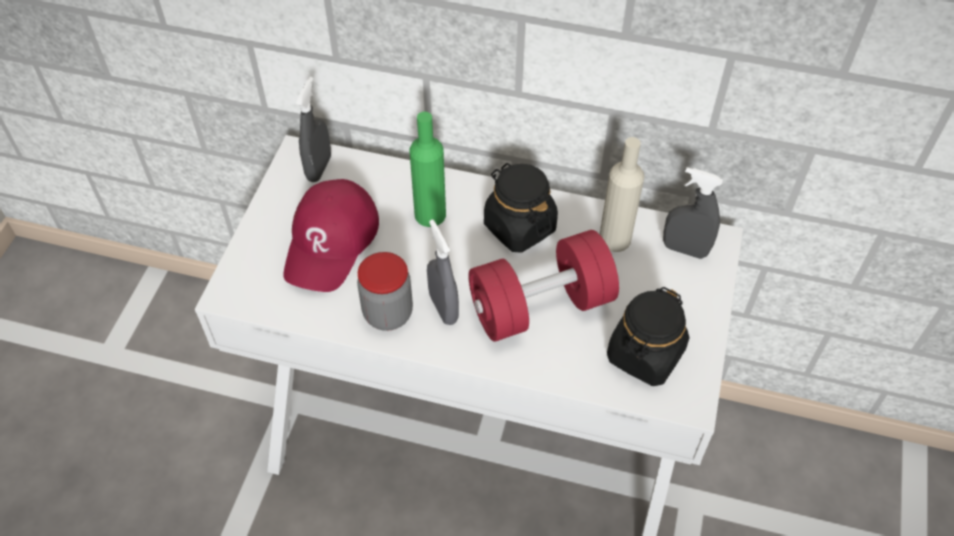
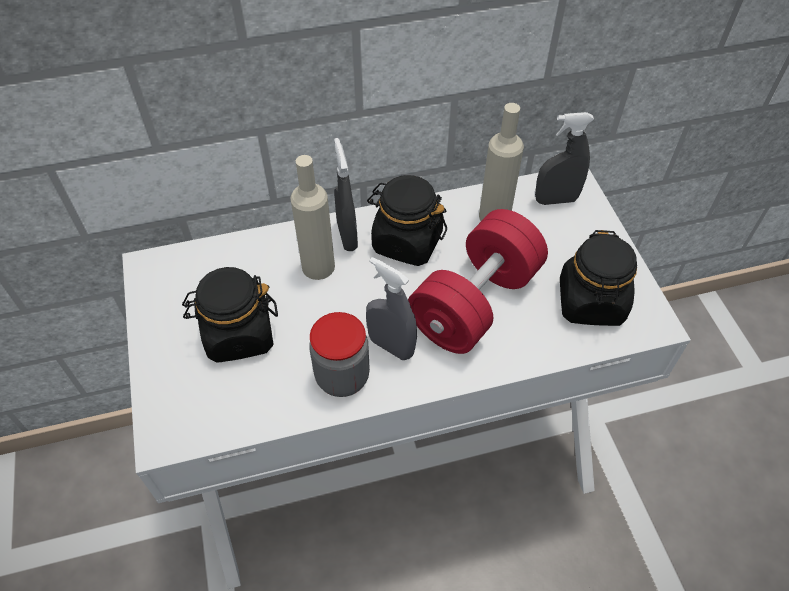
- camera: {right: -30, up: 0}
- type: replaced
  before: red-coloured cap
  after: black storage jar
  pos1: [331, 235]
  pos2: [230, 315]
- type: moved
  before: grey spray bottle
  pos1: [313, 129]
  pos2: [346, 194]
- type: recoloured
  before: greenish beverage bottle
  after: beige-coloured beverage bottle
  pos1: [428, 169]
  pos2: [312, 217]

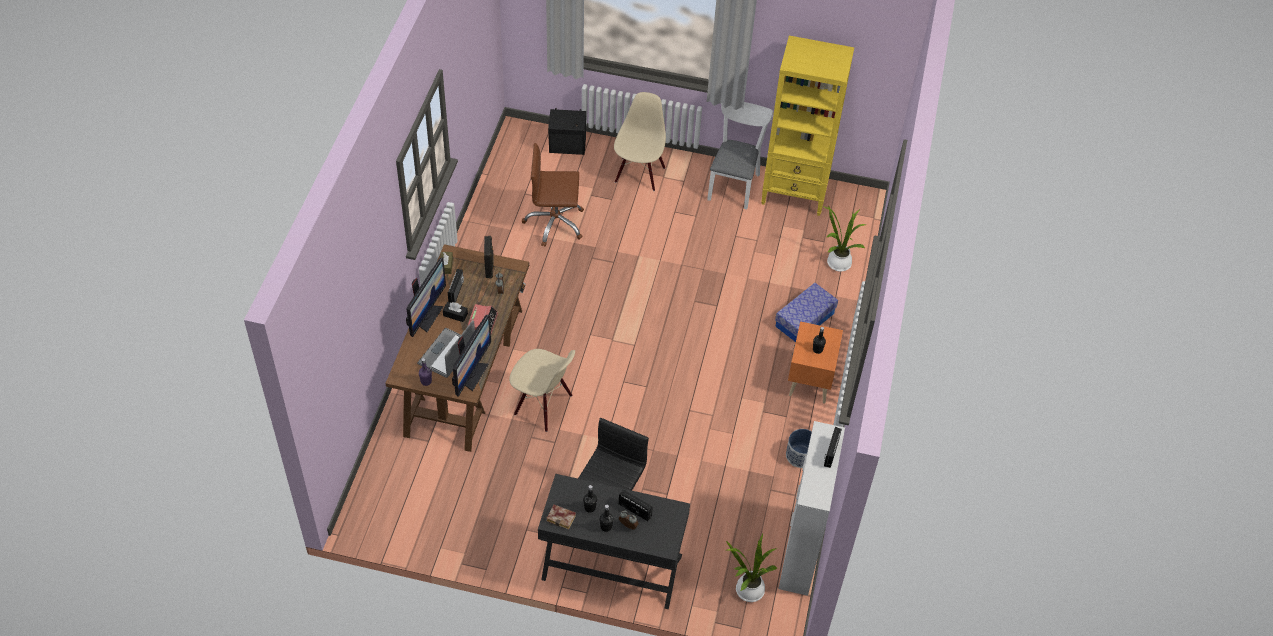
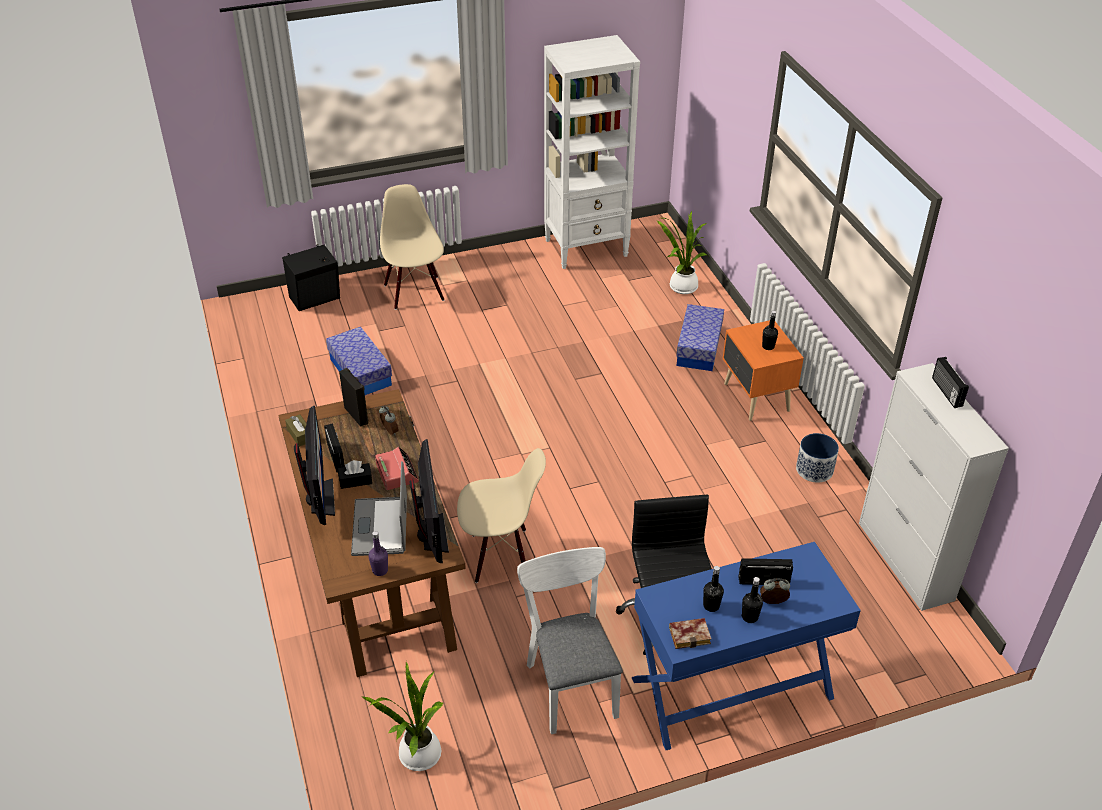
- camera: {right: -30, up: -10}
- type: replaced
  before: brownish office chair
  after: storage container
  pos1: [553, 194]
  pos2: [359, 361]
- type: recoloured
  before: black desk table
  after: bluish desk table
  pos1: [614, 541]
  pos2: [746, 646]
- type: moved
  before: whitish upright chair
  pos1: [740, 156]
  pos2: [570, 640]
- type: moved
  before: plant in a pot
  pos1: [751, 568]
  pos2: [403, 716]
- type: recoloured
  before: yellow bookshelf
  after: whitish bookshelf
  pos1: [807, 126]
  pos2: [592, 152]

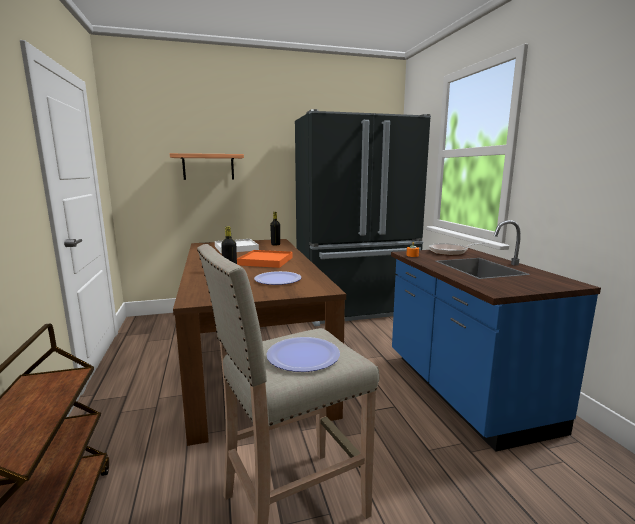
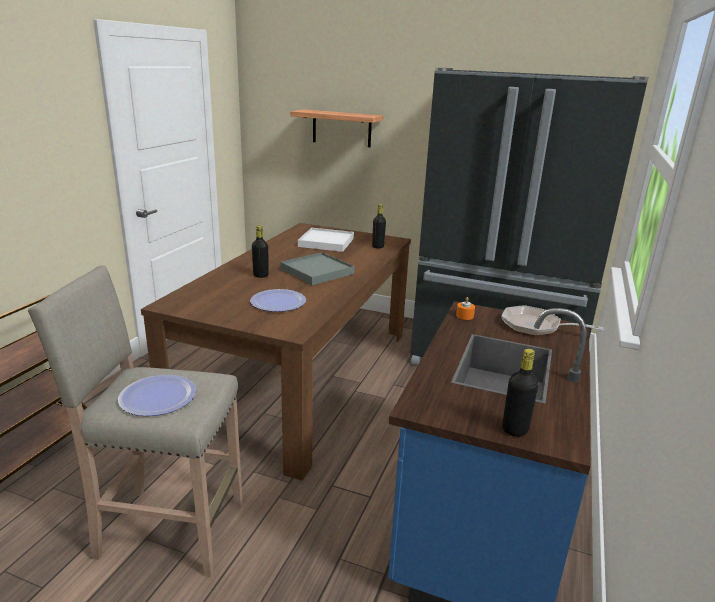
- camera: {right: 35, up: 10}
- type: recoloured
  before: orange-coloured tray
  after: grey tray
  pos1: [265, 259]
  pos2: [317, 268]
- type: added
  after: black beverage bottle
  pos2: [520, 393]

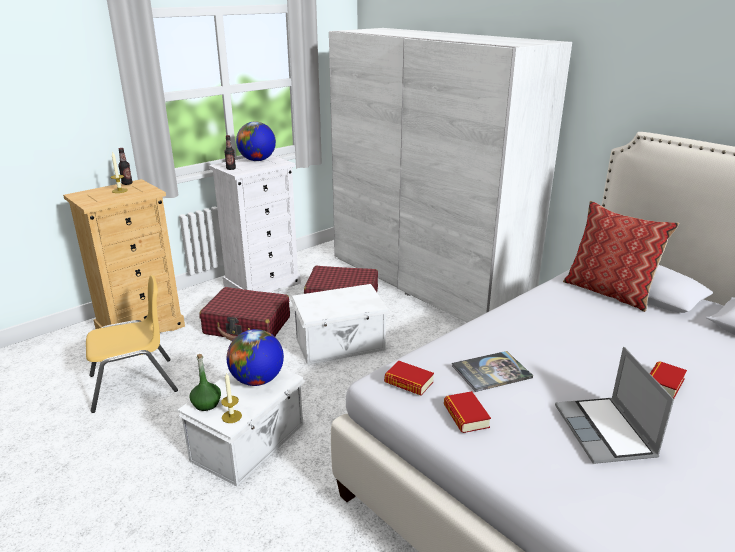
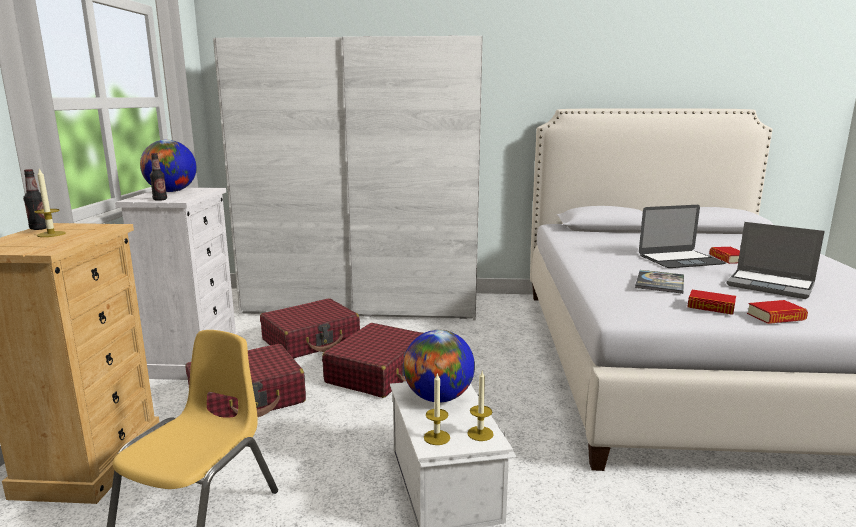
- camera: {right: -45, up: -10}
- type: replaced
  before: greenish beverage bottle
  after: wax candle
  pos1: [205, 382]
  pos2: [437, 409]
- type: replaced
  before: whitish storage container
  after: red-coloured travel case
  pos1: [340, 324]
  pos2: [372, 360]
- type: moved
  before: volume
  pos1: [409, 378]
  pos2: [777, 312]
- type: removed
  before: pillow
  pos1: [621, 256]
- type: added
  after: notebook computer
  pos2: [682, 236]

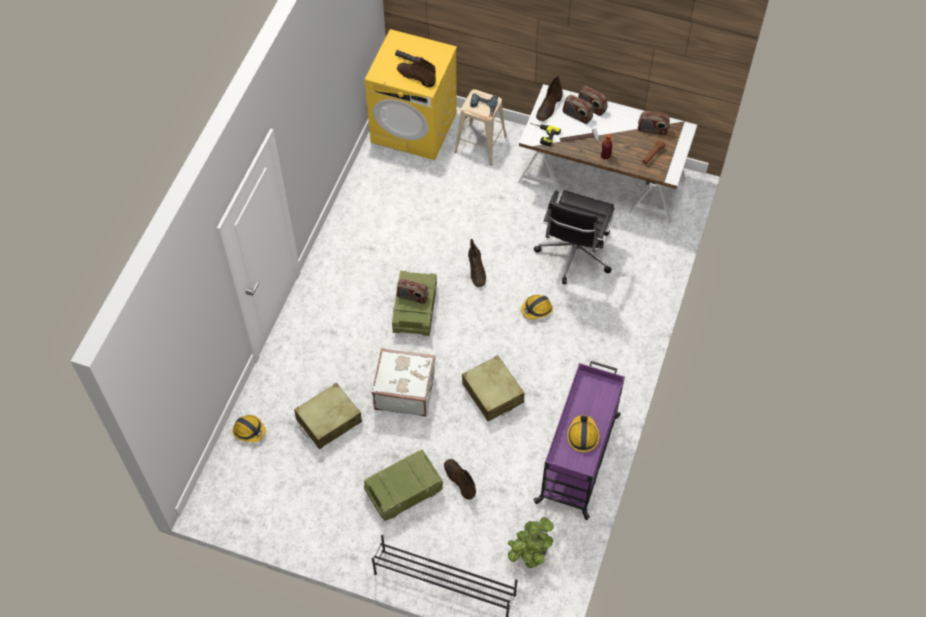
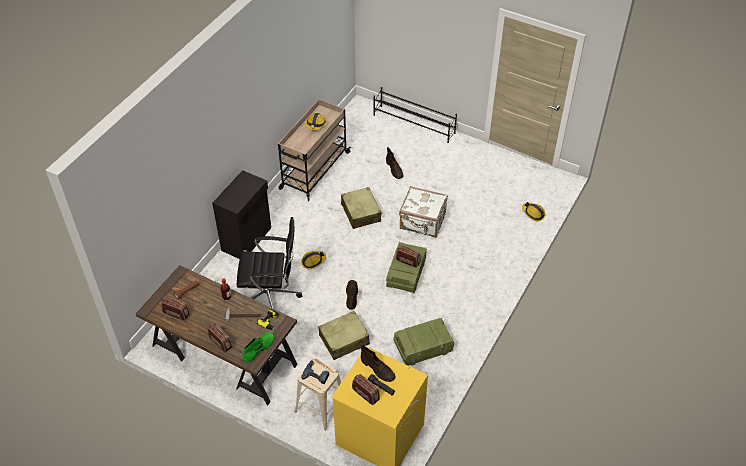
- camera: {right: -170, up: -10}
- type: moved
  before: beige-coloured travel case
  pos1: [328, 416]
  pos2: [344, 335]
- type: moved
  before: shipping crate
  pos1: [403, 485]
  pos2: [424, 342]
- type: removed
  before: plant in a pot
  pos1: [531, 542]
- type: recoloured
  before: whitish desk table
  after: brownish desk table
  pos1: [607, 154]
  pos2: [217, 335]
- type: recoloured
  before: purple cart
  after: beige-coloured cart
  pos1: [579, 440]
  pos2: [314, 150]
- type: turned
  before: black office chair
  pos1: [574, 237]
  pos2: [269, 263]
  turn: 60
- type: recoloured
  before: brownish tall boot
  after: greenish tall boot
  pos1: [549, 98]
  pos2: [258, 347]
- type: moved
  before: radio receiver
  pos1: [578, 109]
  pos2: [366, 389]
- type: added
  after: black cabinet
  pos2: [241, 214]

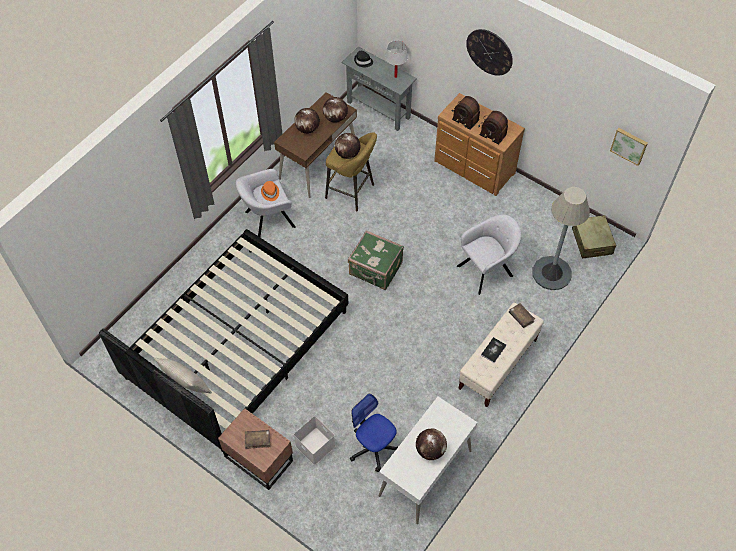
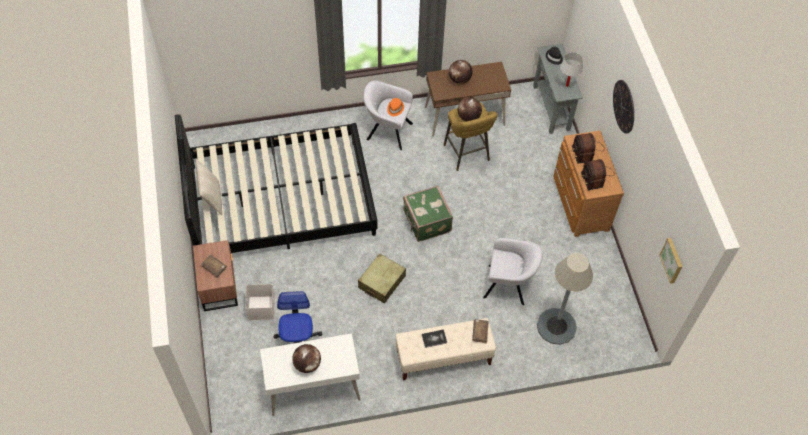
- camera: {right: 40, up: 0}
- type: removed
  before: globe
  pos1: [335, 110]
- type: moved
  before: beige-coloured travel case
  pos1: [594, 236]
  pos2: [382, 278]

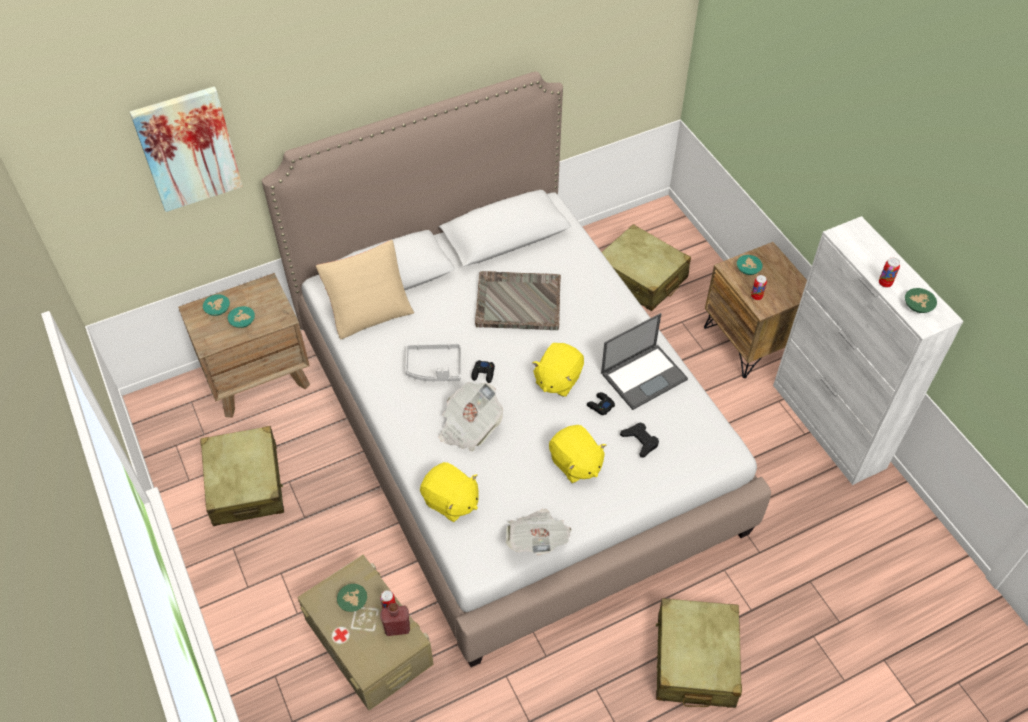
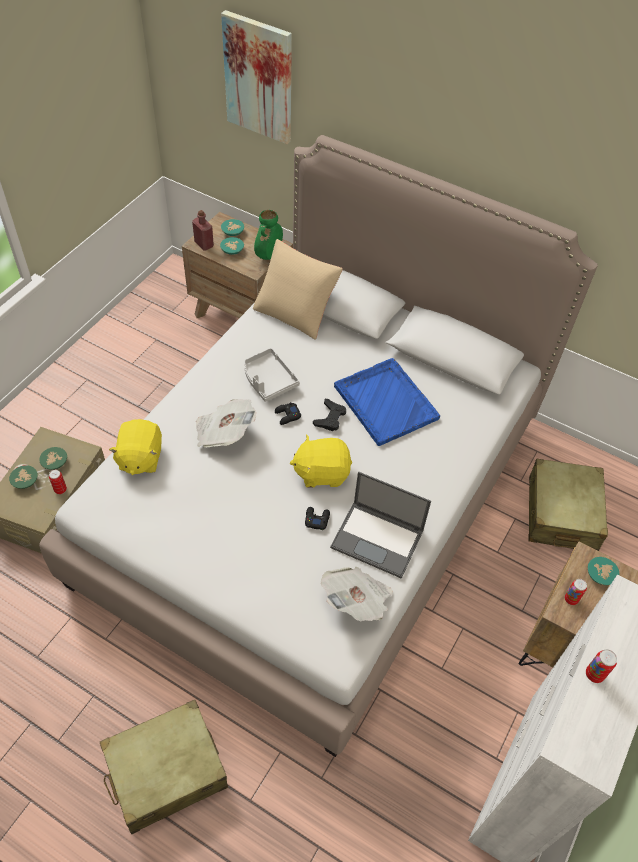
- camera: {right: 55, up: 0}
- type: removed
  before: beige-coloured travel case
  pos1: [242, 476]
- type: moved
  before: red-coloured beverage bottle
  pos1: [395, 619]
  pos2: [203, 230]
- type: recoloured
  before: grey tray
  after: bluish tray
  pos1: [518, 300]
  pos2: [387, 402]
- type: moved
  before: newspaper
  pos1: [539, 532]
  pos2: [357, 594]
- type: removed
  before: yellow plush toy
  pos1: [577, 454]
- type: moved
  before: black joypad
  pos1: [639, 440]
  pos2: [329, 415]
- type: moved
  before: greenish deep dish
  pos1: [921, 300]
  pos2: [23, 477]
- type: added
  after: greenish decorative vase
  pos2: [268, 235]

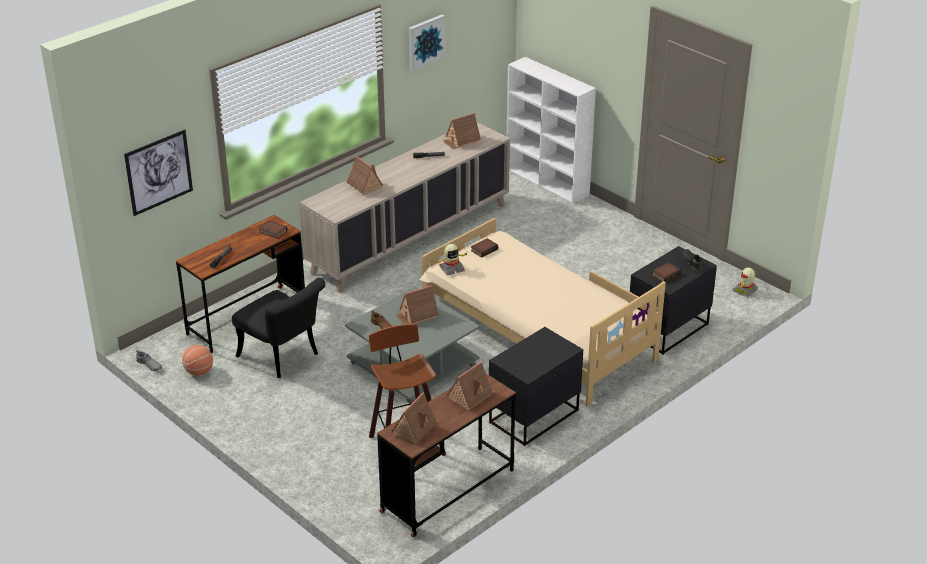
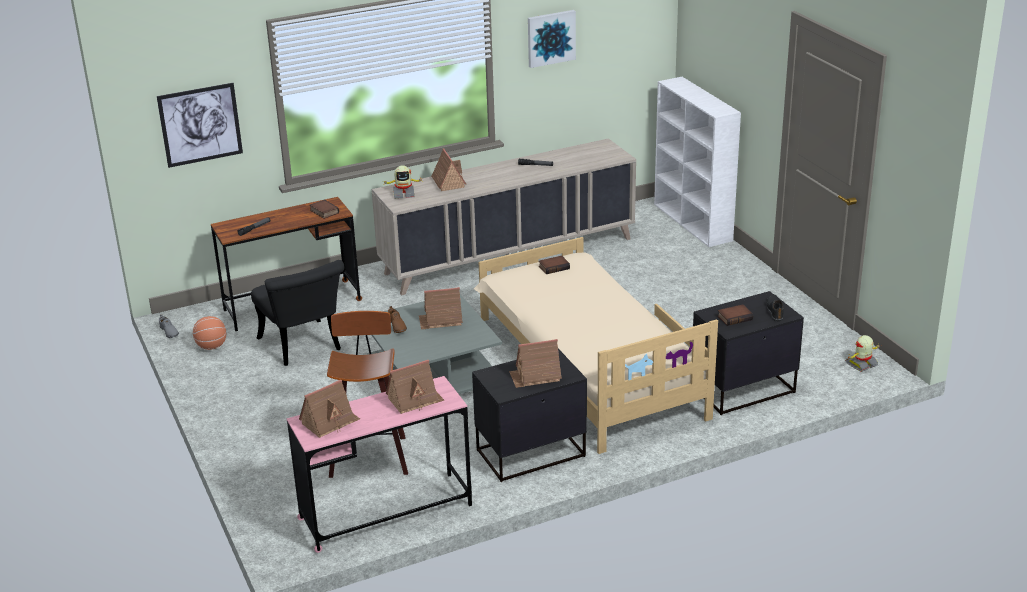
- camera: {right: 20, up: -5}
- type: recoloured
  before: brownish desk table
  after: pink desk table
  pos1: [446, 455]
  pos2: [379, 464]
- type: moved
  before: toy robot
  pos1: [451, 260]
  pos2: [403, 182]
- type: moved
  before: model house
  pos1: [462, 131]
  pos2: [535, 363]

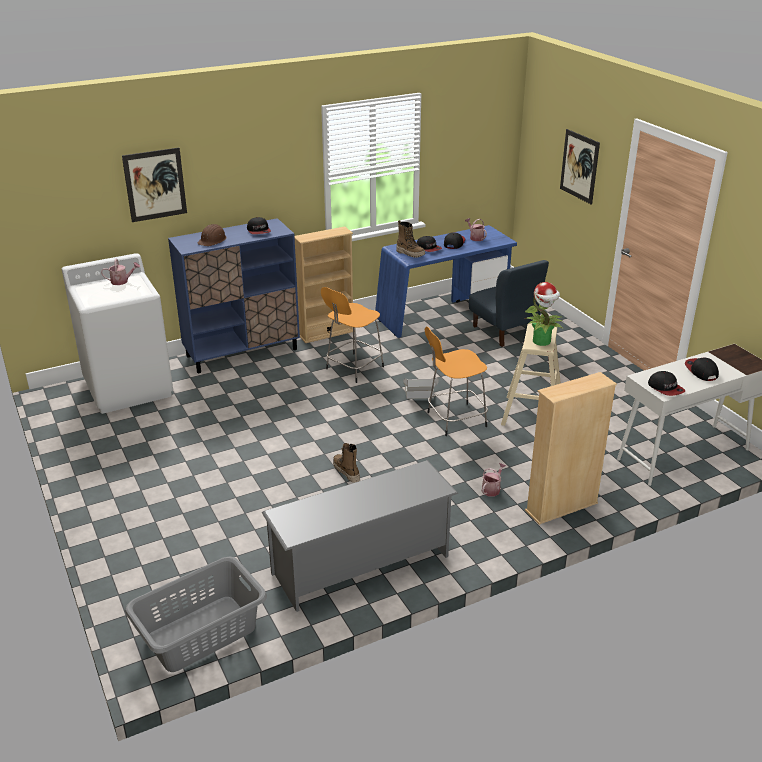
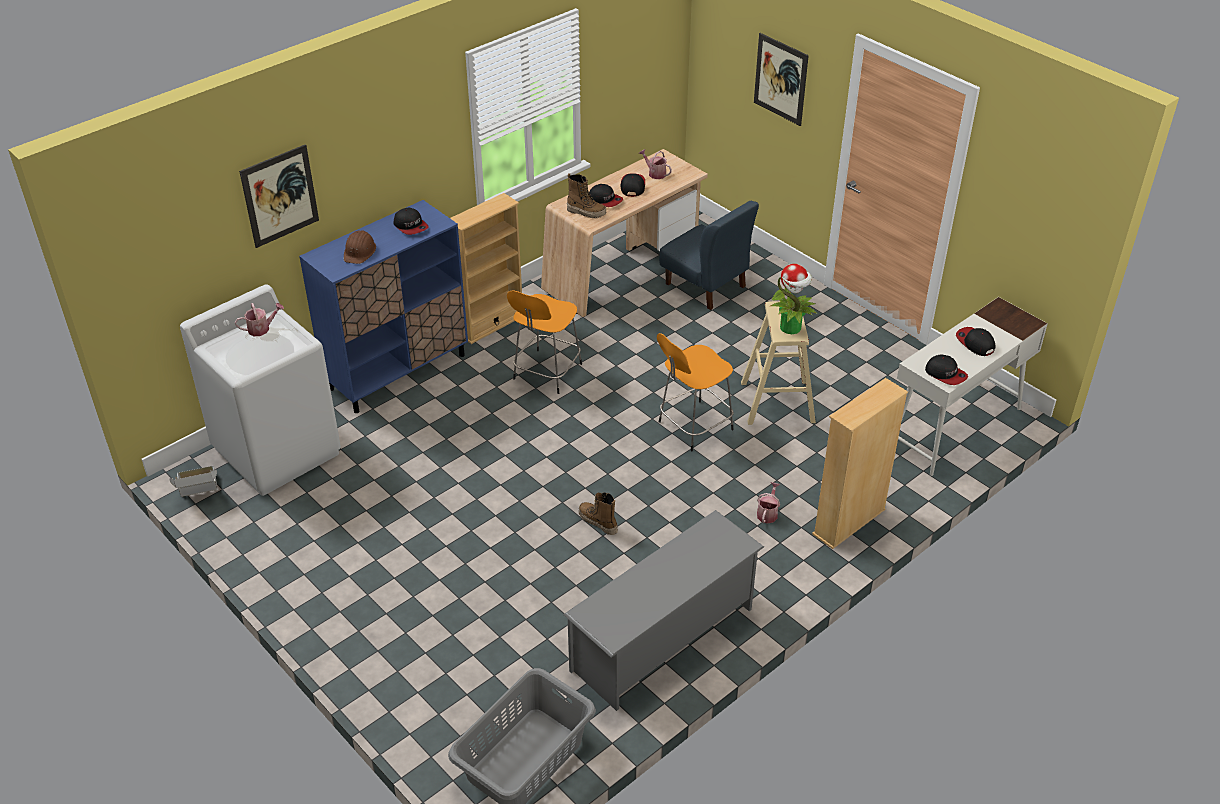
- camera: {right: -15, up: 10}
- type: recoloured
  before: bluish desk table
  after: beige-coloured desk table
  pos1: [446, 281]
  pos2: [624, 233]
- type: moved
  before: carton
  pos1: [421, 388]
  pos2: [193, 481]

